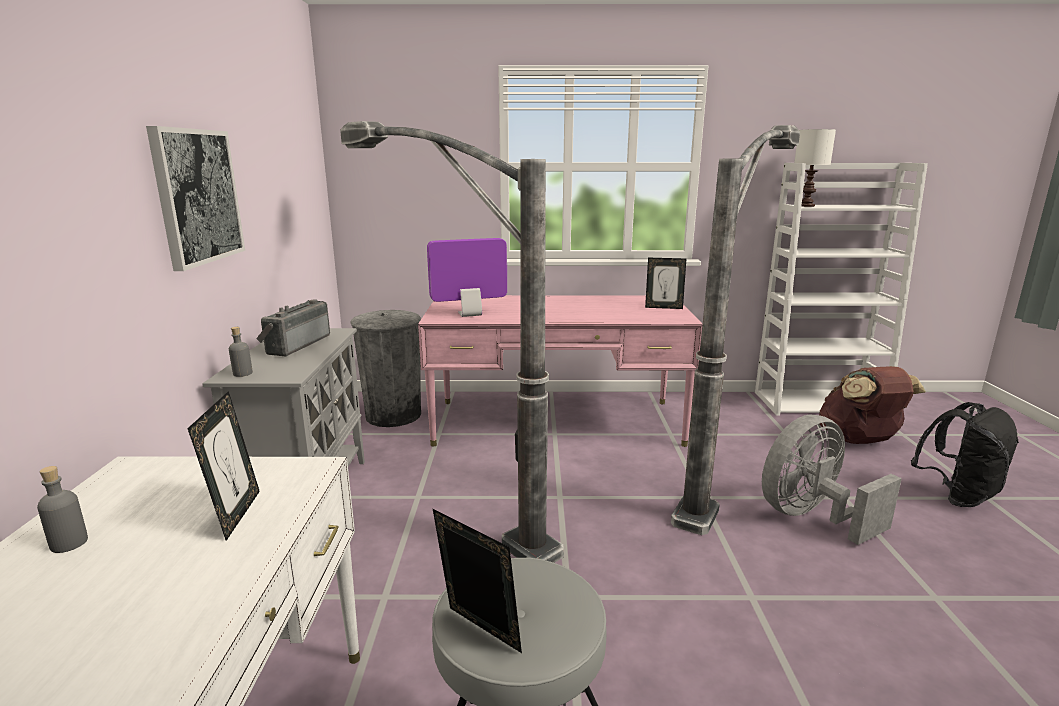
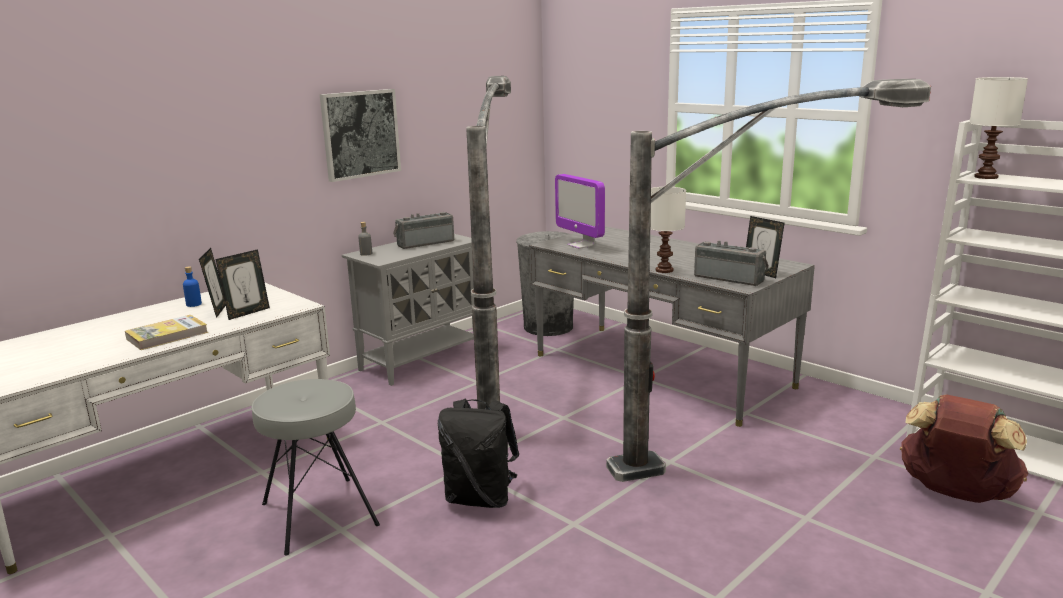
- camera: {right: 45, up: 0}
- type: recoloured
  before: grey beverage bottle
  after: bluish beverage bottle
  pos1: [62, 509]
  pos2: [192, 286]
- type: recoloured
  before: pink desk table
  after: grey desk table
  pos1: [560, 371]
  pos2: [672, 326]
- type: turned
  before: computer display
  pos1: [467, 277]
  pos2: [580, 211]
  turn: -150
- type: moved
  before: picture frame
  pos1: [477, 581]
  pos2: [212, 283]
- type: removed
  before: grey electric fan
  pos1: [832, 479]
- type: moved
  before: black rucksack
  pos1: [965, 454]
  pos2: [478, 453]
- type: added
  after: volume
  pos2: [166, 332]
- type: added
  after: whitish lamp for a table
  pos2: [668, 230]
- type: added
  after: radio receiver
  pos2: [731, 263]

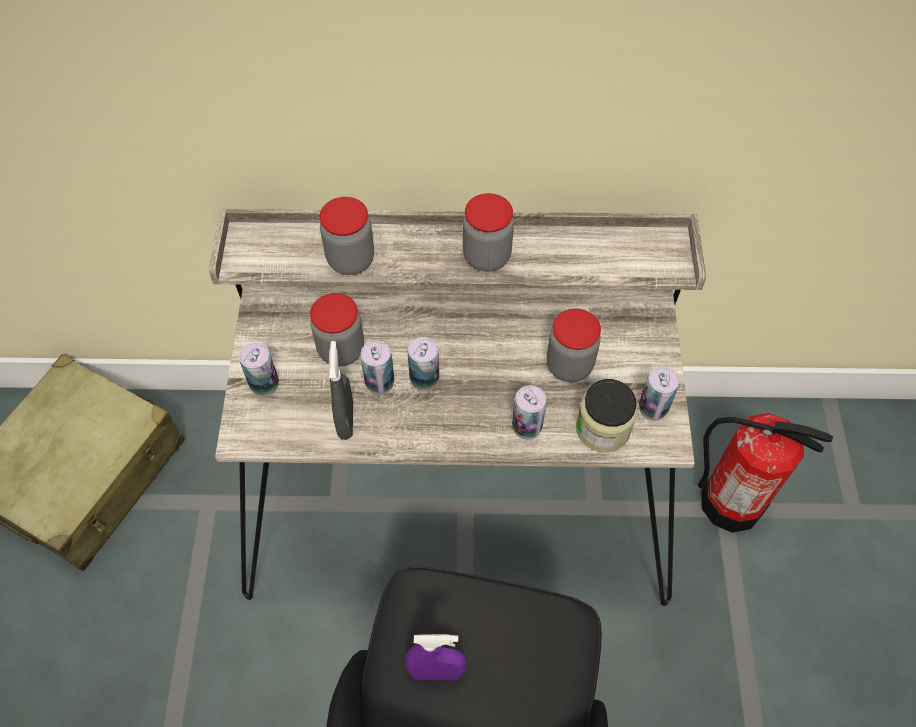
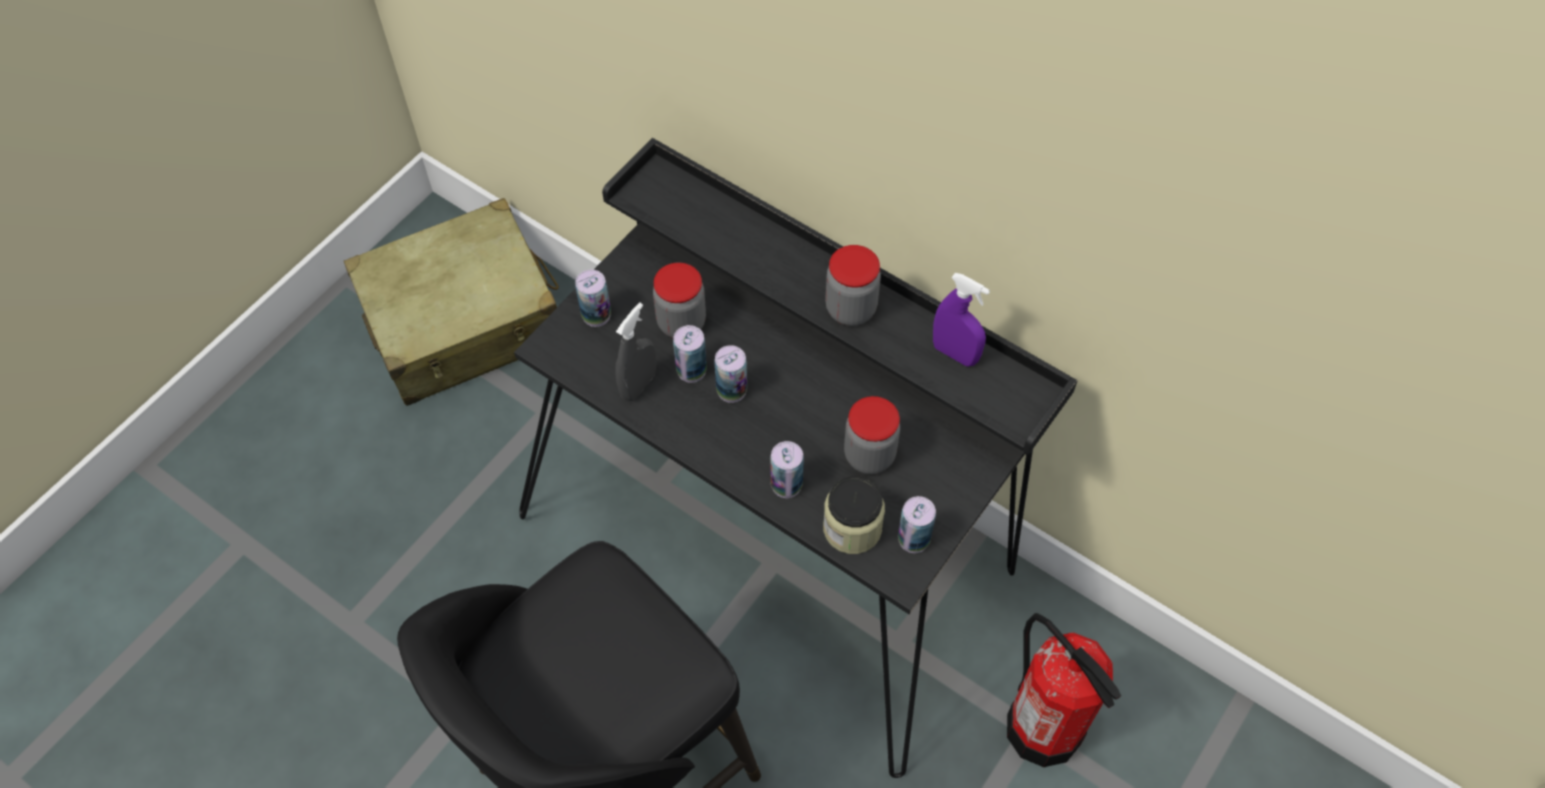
- camera: {right: 35, up: 0}
- type: recoloured
  before: beige-coloured desk table
  after: black desk table
  pos1: [457, 407]
  pos2: [796, 458]
- type: removed
  before: storage jar
  pos1: [347, 236]
- type: moved
  before: purple spray bottle
  pos1: [435, 657]
  pos2: [961, 320]

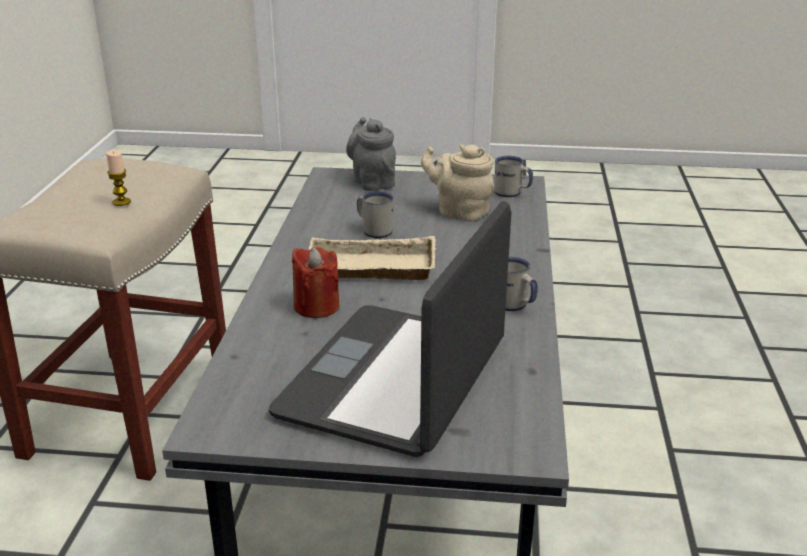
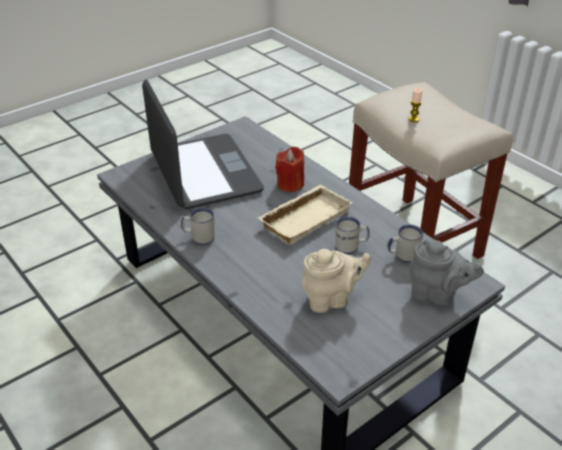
- camera: {right: 135, up: 10}
- type: moved
  before: whitish mug
  pos1: [514, 176]
  pos2: [405, 244]

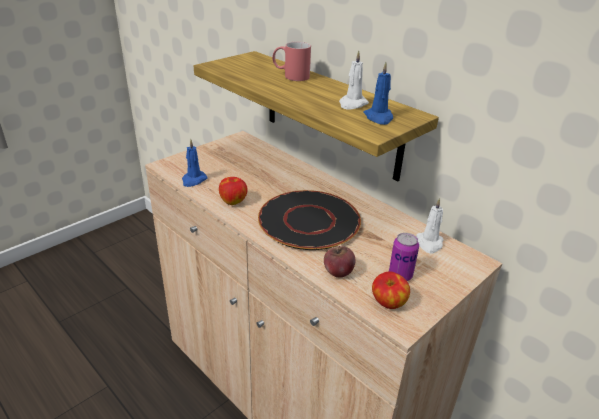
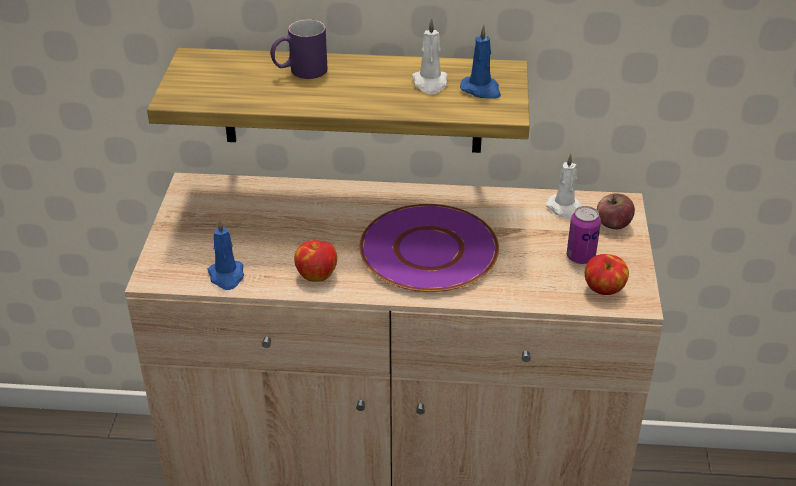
- camera: {right: -40, up: 5}
- type: recoloured
  before: black flat dish
  after: purple flat dish
  pos1: [309, 220]
  pos2: [429, 248]
- type: recoloured
  before: red-coloured mug
  after: purple mug
  pos1: [291, 61]
  pos2: [298, 49]
- type: moved
  before: whole apple
  pos1: [340, 261]
  pos2: [616, 211]

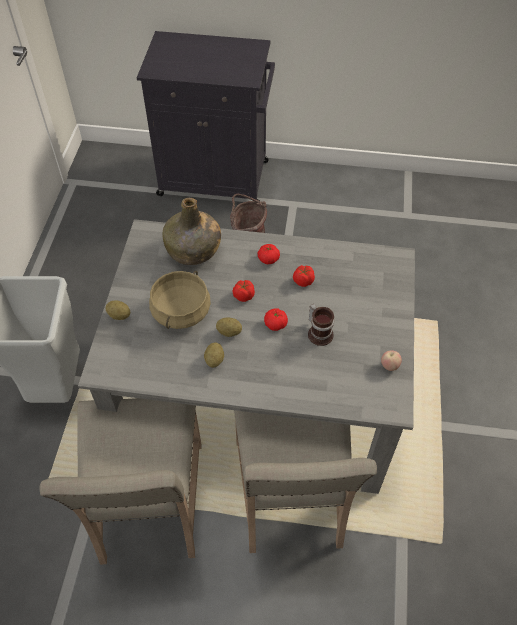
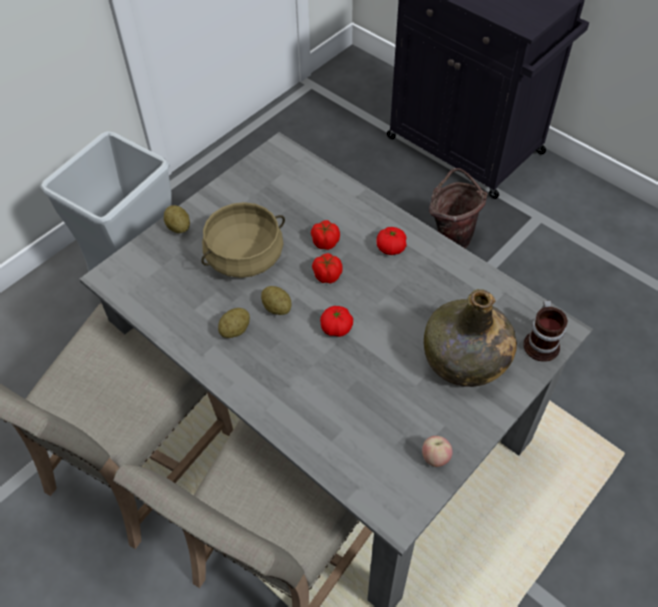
- camera: {right: 35, up: 0}
- type: moved
  before: greenish beverage bottle
  pos1: [191, 231]
  pos2: [470, 338]
- type: moved
  before: whole tomato
  pos1: [304, 276]
  pos2: [325, 235]
- type: moved
  before: mug
  pos1: [321, 325]
  pos2: [545, 331]

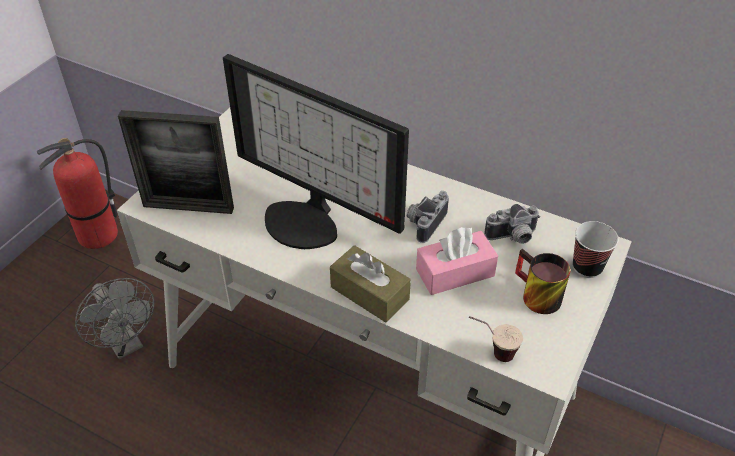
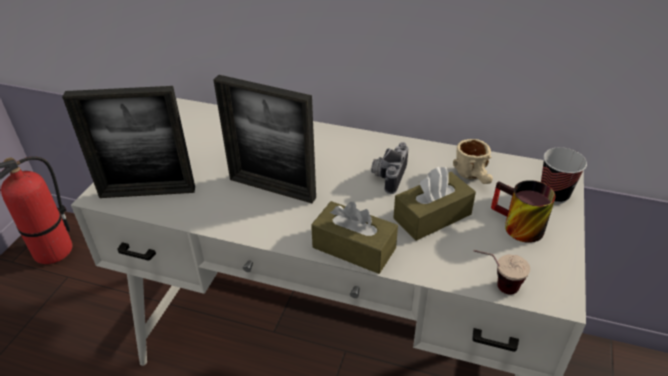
- camera: {right: -10, up: -5}
- type: removed
  before: grey electric fan
  pos1: [114, 319]
- type: replaced
  before: computer display
  after: picture frame
  pos1: [316, 151]
  pos2: [264, 139]
- type: recoloured
  before: pink tissue holder
  after: brownish tissue holder
  pos1: [457, 261]
  pos2: [434, 204]
- type: replaced
  before: photo camera
  after: beige-coloured mug
  pos1: [512, 224]
  pos2: [473, 161]

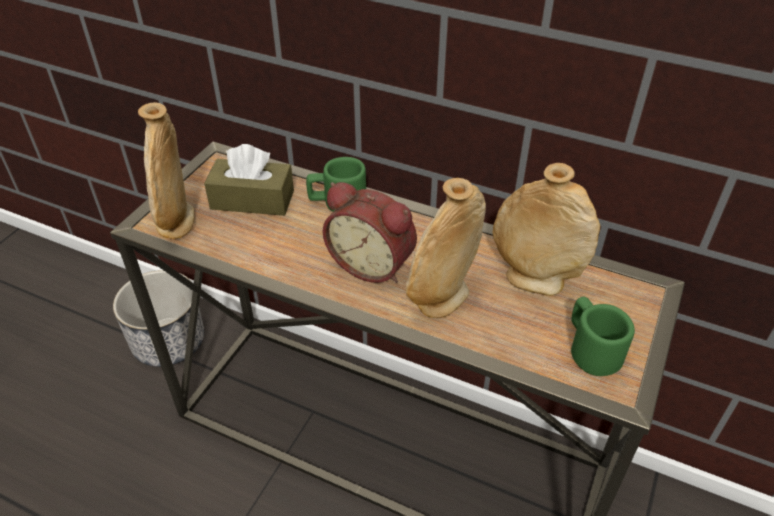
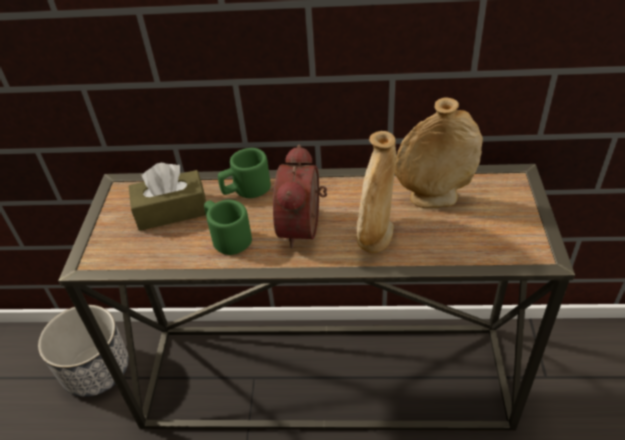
- camera: {right: -20, up: 0}
- type: removed
  before: beige-coloured decorative vase
  pos1: [166, 170]
- type: turned
  before: alarm clock
  pos1: [370, 232]
  pos2: [300, 196]
  turn: 90
- type: moved
  before: greenish mug
  pos1: [603, 336]
  pos2: [228, 227]

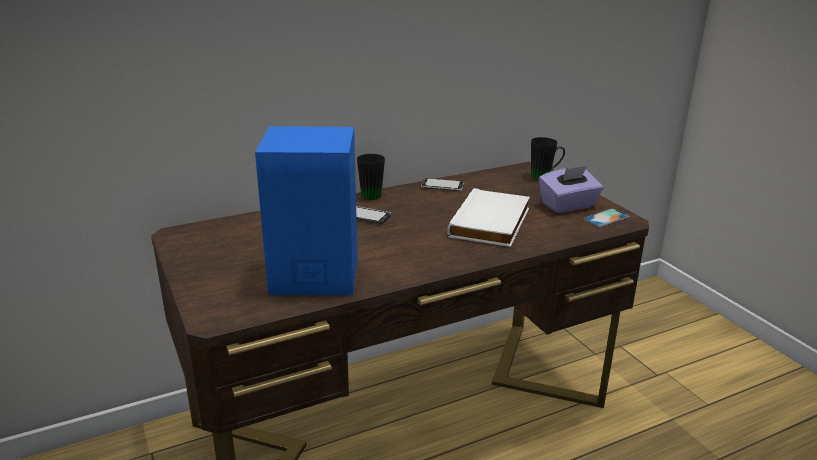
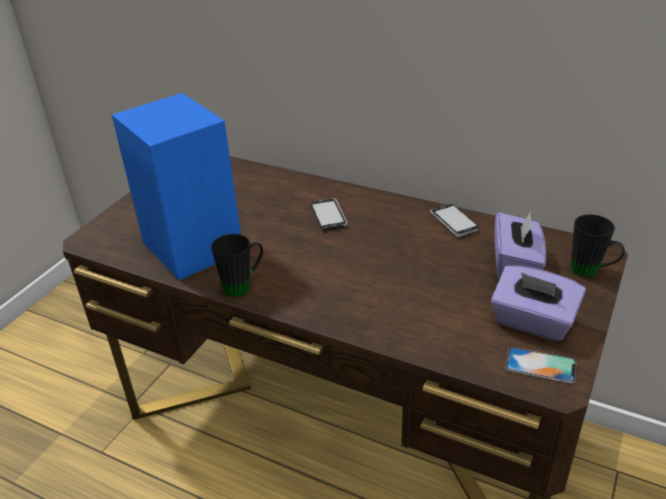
- camera: {right: 55, up: 10}
- type: moved
  before: black mug
  pos1: [371, 177]
  pos2: [237, 265]
- type: removed
  before: whitish volume
  pos1: [488, 217]
- type: added
  after: purple tissue holder
  pos2: [520, 245]

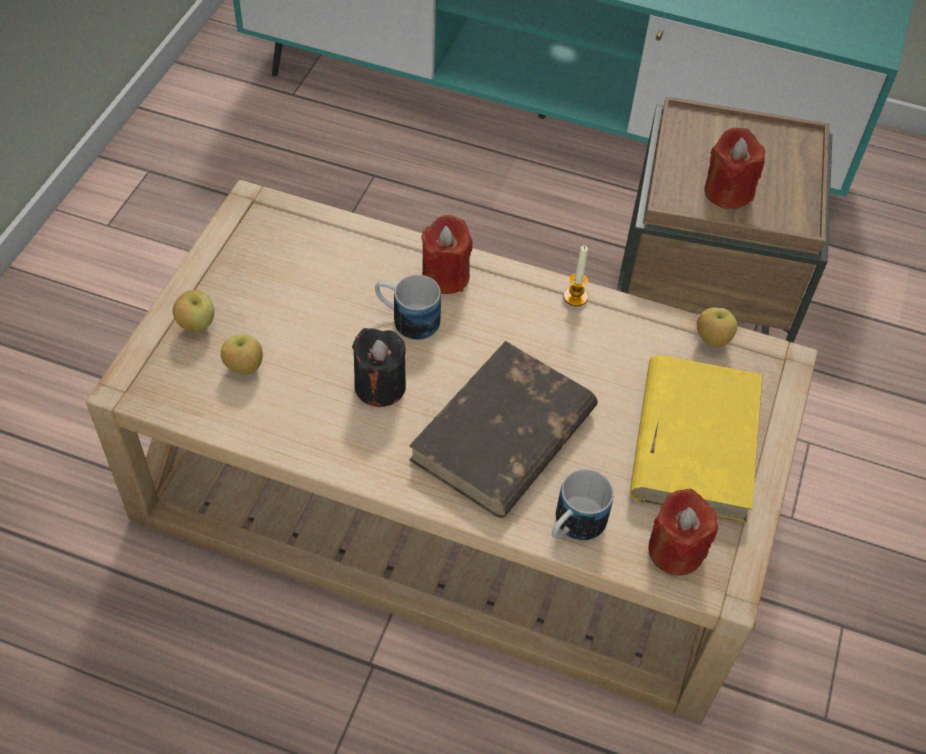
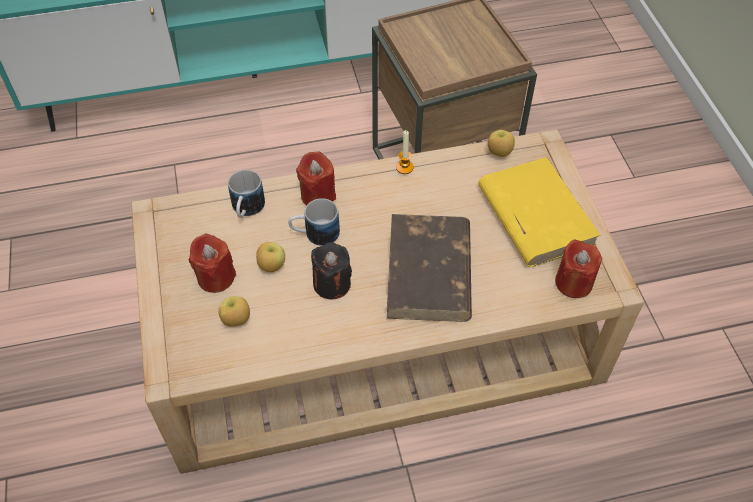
- camera: {right: -30, up: 0}
- type: moved
  before: whole apple
  pos1: [193, 311]
  pos2: [270, 257]
- type: moved
  before: mug
  pos1: [582, 504]
  pos2: [246, 194]
- type: moved
  before: red-coloured wax candle
  pos1: [734, 168]
  pos2: [212, 263]

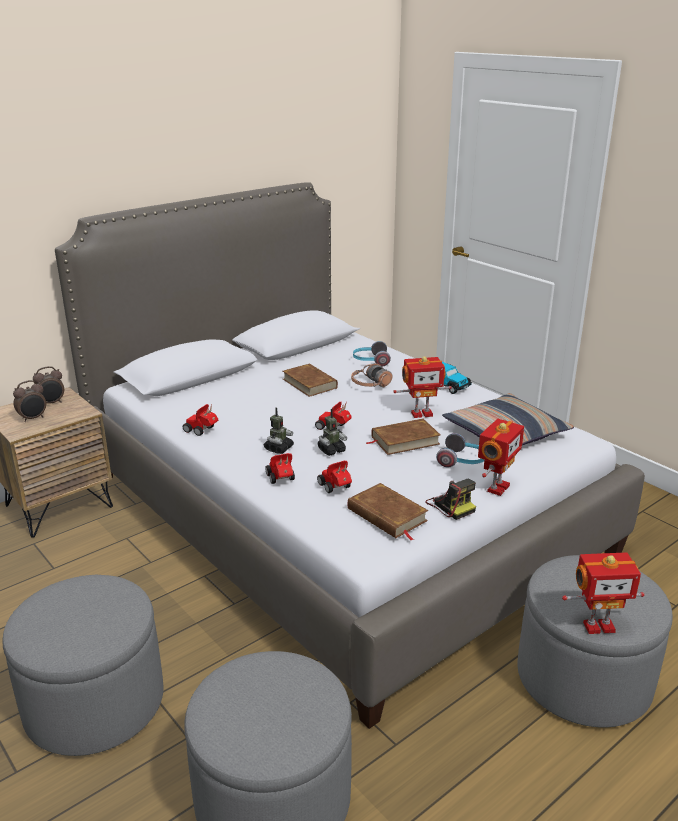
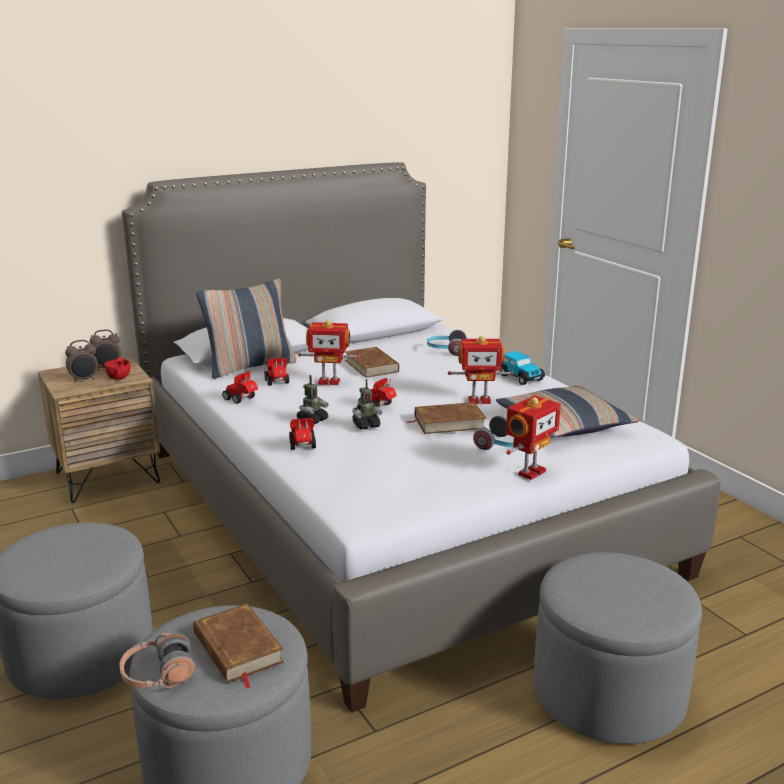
- camera: {right: 10, up: -5}
- type: moved
  before: toy car
  pos1: [334, 477]
  pos2: [276, 372]
- type: moved
  before: brownish volume
  pos1: [388, 512]
  pos2: [238, 646]
- type: moved
  before: headphones
  pos1: [372, 375]
  pos2: [157, 661]
- type: removed
  before: photo camera
  pos1: [450, 499]
- type: moved
  before: toy robot
  pos1: [603, 593]
  pos2: [329, 352]
- type: added
  after: red-coloured cup
  pos2: [117, 368]
- type: added
  after: pillow
  pos2: [246, 329]

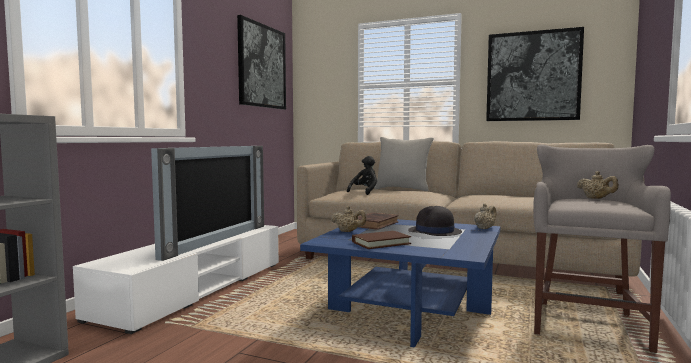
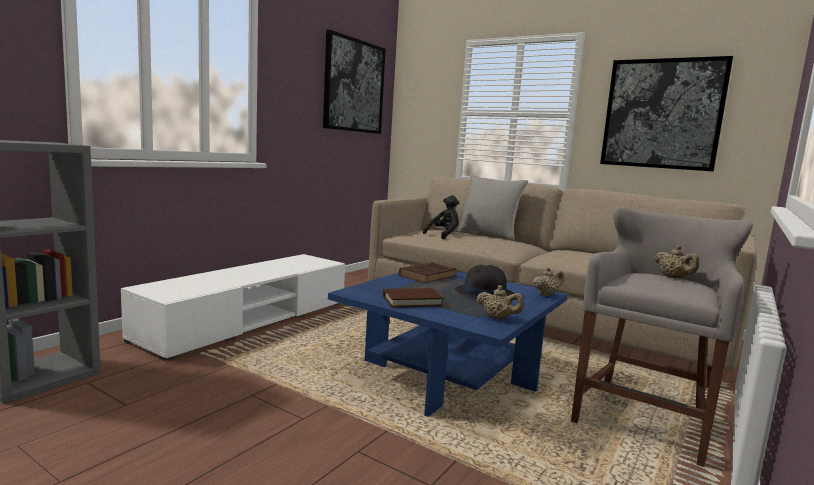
- camera: {right: 10, up: 5}
- type: removed
  before: TV
  pos1: [207, 203]
- type: moved
  before: beige-coloured pot for tea
  pos1: [349, 219]
  pos2: [500, 302]

